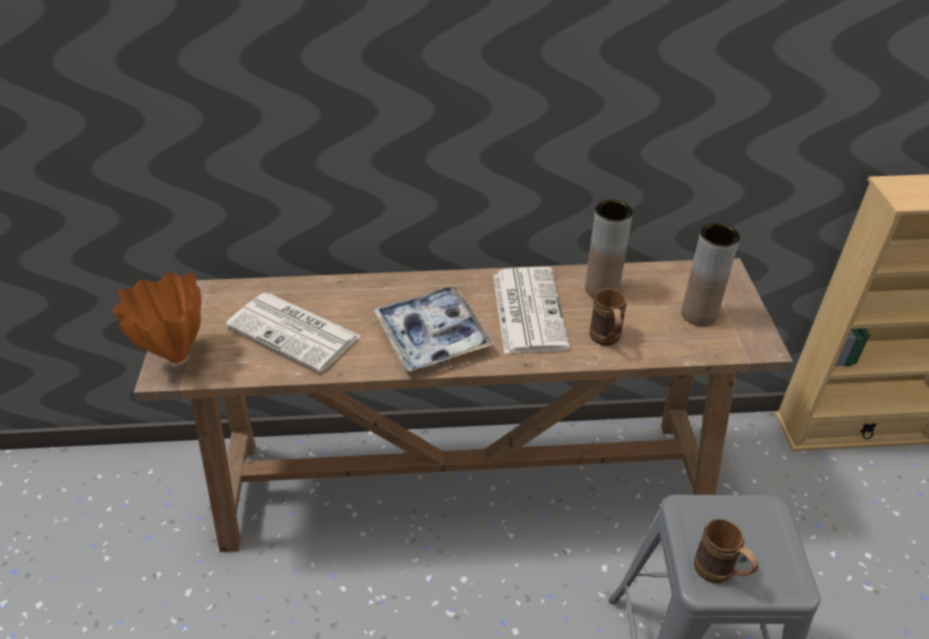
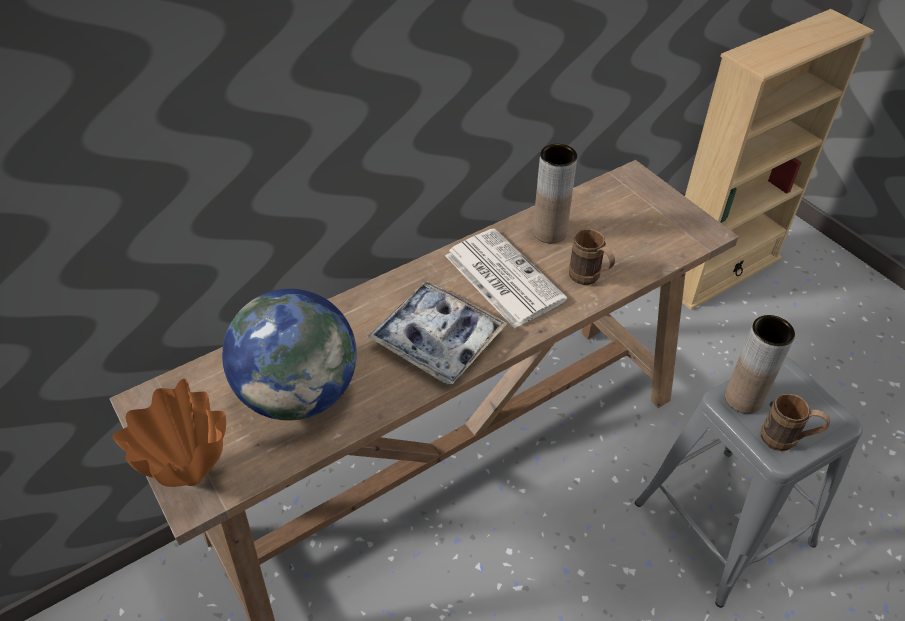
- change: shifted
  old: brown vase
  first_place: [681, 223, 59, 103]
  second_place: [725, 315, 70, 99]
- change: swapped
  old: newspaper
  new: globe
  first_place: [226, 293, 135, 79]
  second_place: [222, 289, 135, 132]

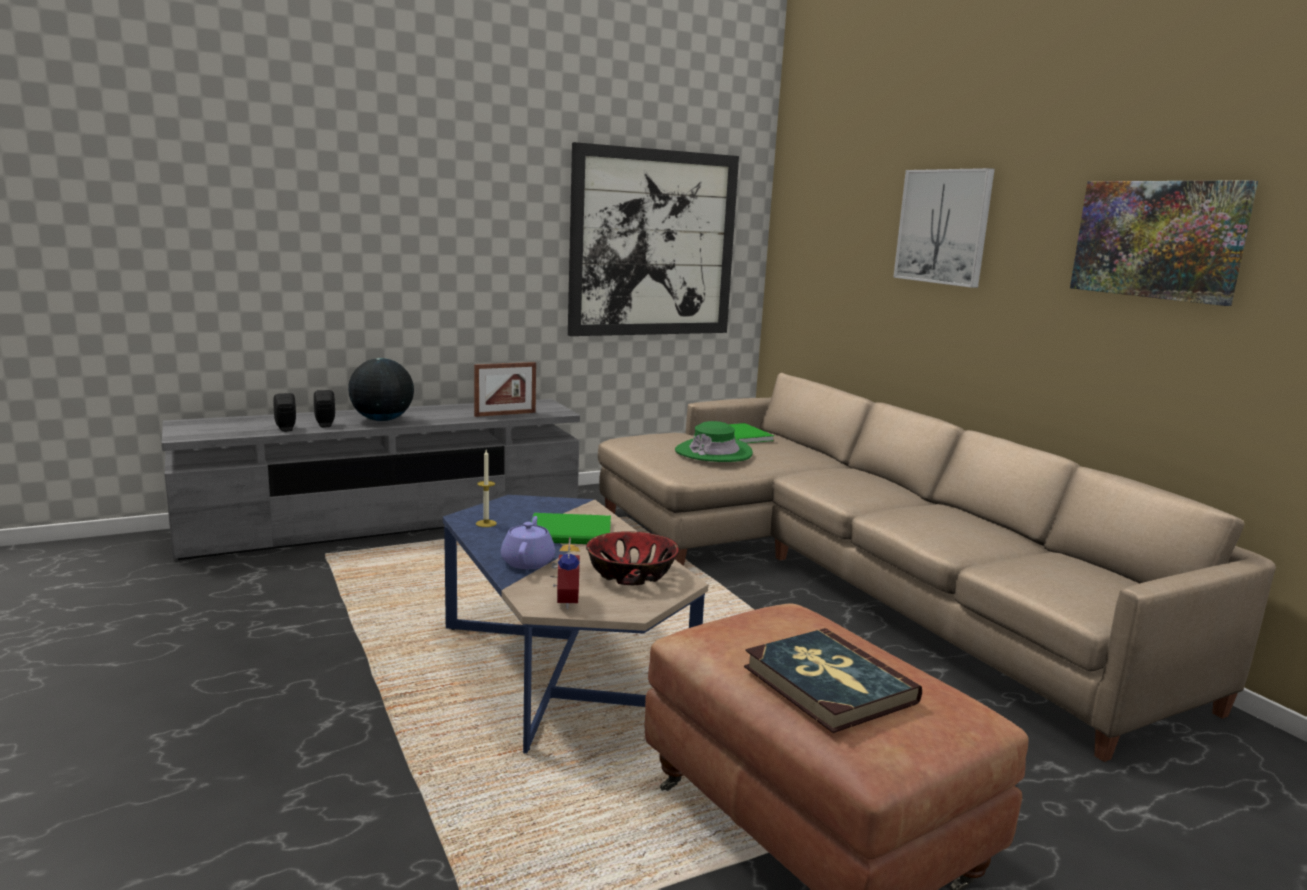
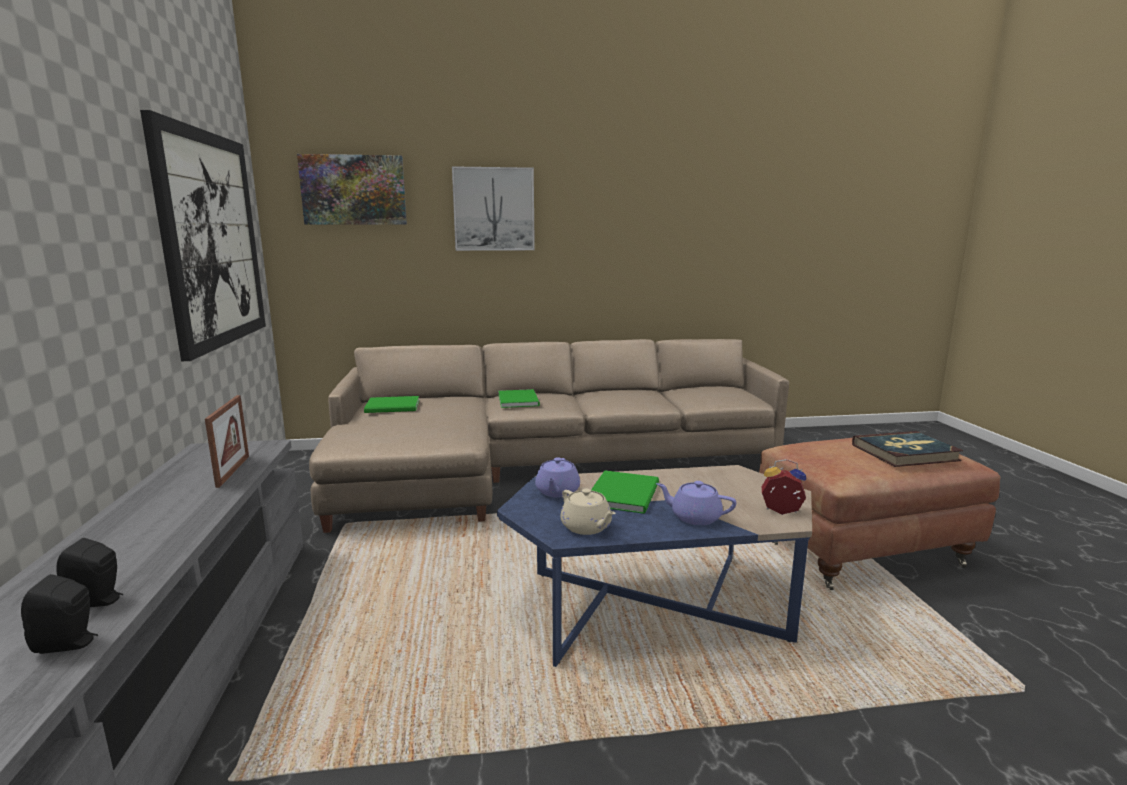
- change: gone
  old: globe
  first_place: [348, 358, 66, 63]
- change: gone
  old: bowl
  first_place: [586, 531, 93, 54]
- change: gone
  old: green hat
  first_place: [675, 421, 78, 41]
- change: new
  new: green book
  second_place: [498, 389, 42, 19]
- change: new
  new: purple teapot
  second_place: [535, 457, 45, 40]
- change: shifted
  old: picture
  first_place: [1070, 180, 188, 126]
  second_place: [297, 154, 110, 71]
- change: swapped
  old: candle
  new: beige teapot
  first_place: [476, 450, 21, 77]
  second_place: [560, 489, 56, 46]

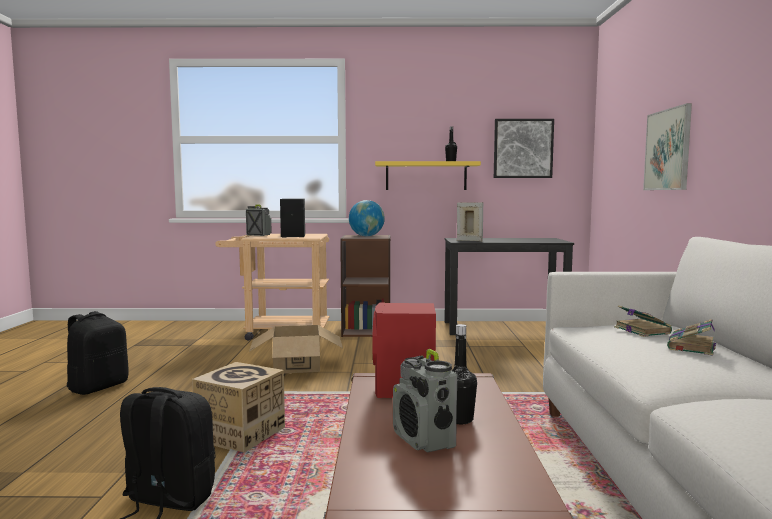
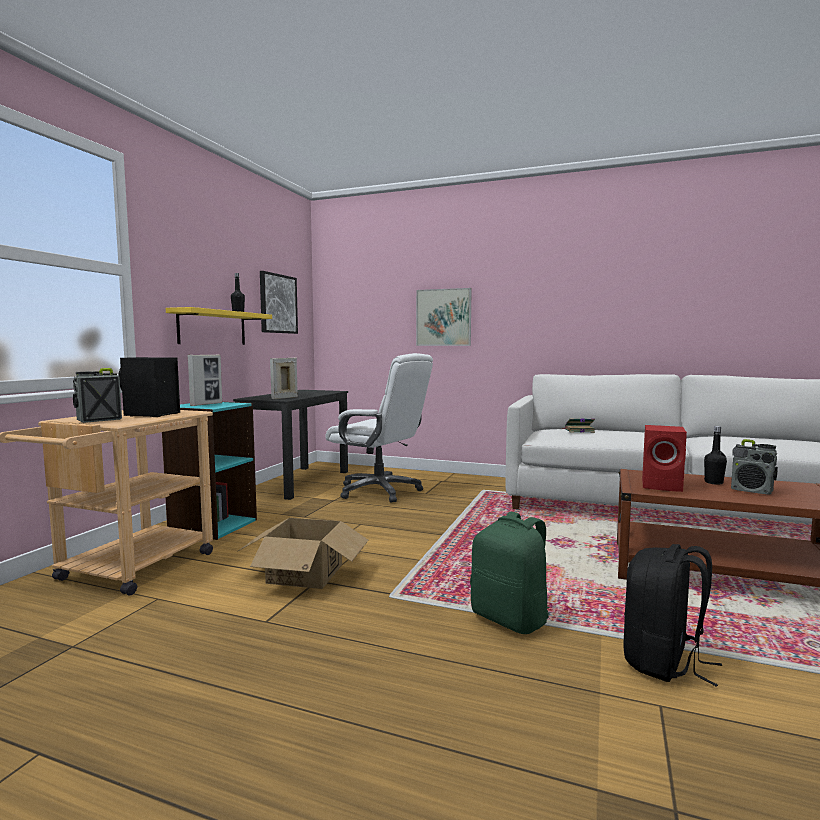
- change: gone
  old: black backpack
  first_place: [67, 311, 62, 84]
- change: gone
  old: book
  first_place: [667, 319, 49, 36]
- change: new
  new: white office chair
  second_place: [326, 353, 107, 149]
- change: swapped
  old: cardboard box
  new: green backpack
  first_place: [192, 362, 93, 90]
  second_place: [470, 512, 79, 122]
- change: swapped
  old: globe
  new: picture frame
  first_place: [349, 200, 36, 36]
  second_place: [188, 355, 34, 51]
- change: repainted
  old: brown bookcase
  new: turquoise bookcase
  first_place: [340, 235, 51, 102]
  second_place: [162, 402, 95, 138]
- change: rotated
  old: radio
  first_place: [393, 349, 64, 104]
  second_place: [731, 439, 47, 56]
  degrees: 45

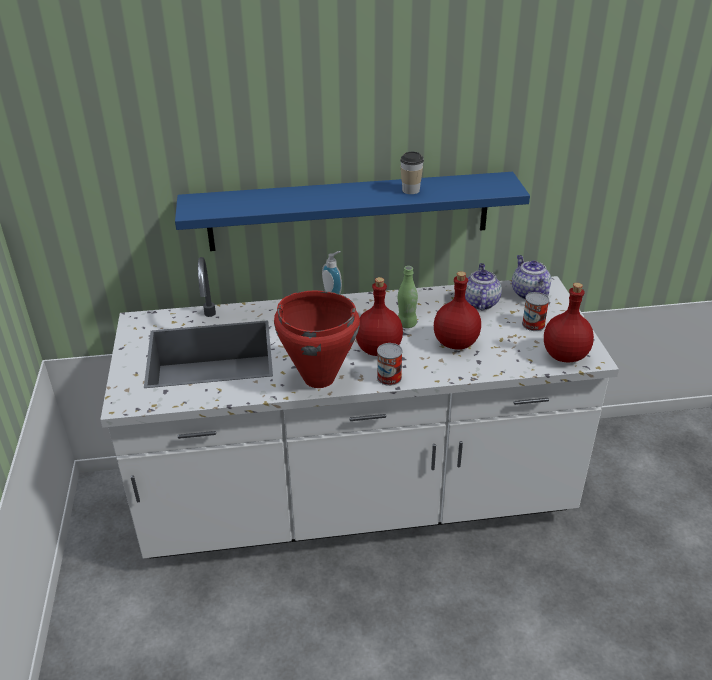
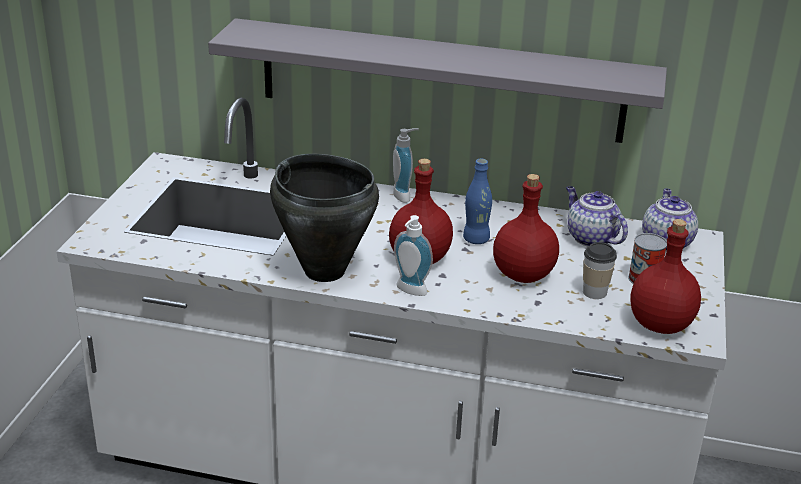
- change: shifted
  old: cup
  first_place: [400, 152, 24, 42]
  second_place: [583, 242, 34, 57]
- change: swapped
  old: can
  new: soap dispenser
  first_place: [377, 343, 26, 43]
  second_place: [394, 215, 39, 81]
- change: repainted
  old: blue shelf
  new: grey shelf
  first_place: [175, 172, 355, 79]
  second_place: [208, 18, 459, 125]
- change: repainted
  old: red cooking pot
  new: black cooking pot
  first_place: [274, 291, 86, 97]
  second_place: [270, 154, 109, 128]
- change: repainted
  old: green bottle
  new: blue bottle
  first_place: [398, 266, 20, 62]
  second_place: [463, 159, 29, 85]
- change: rotated
  old: teapot
  first_place: [465, 263, 37, 47]
  second_place: [566, 186, 62, 61]
  degrees: -60

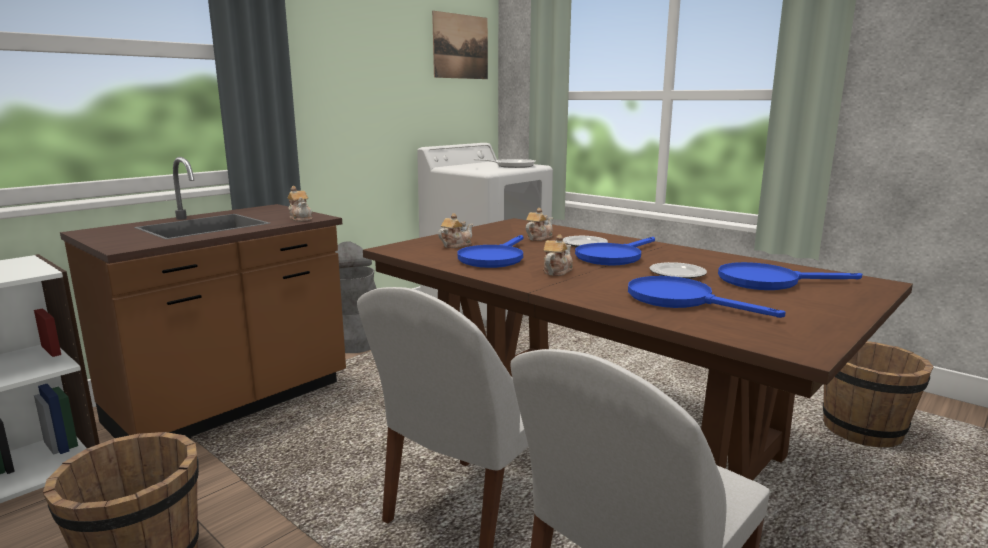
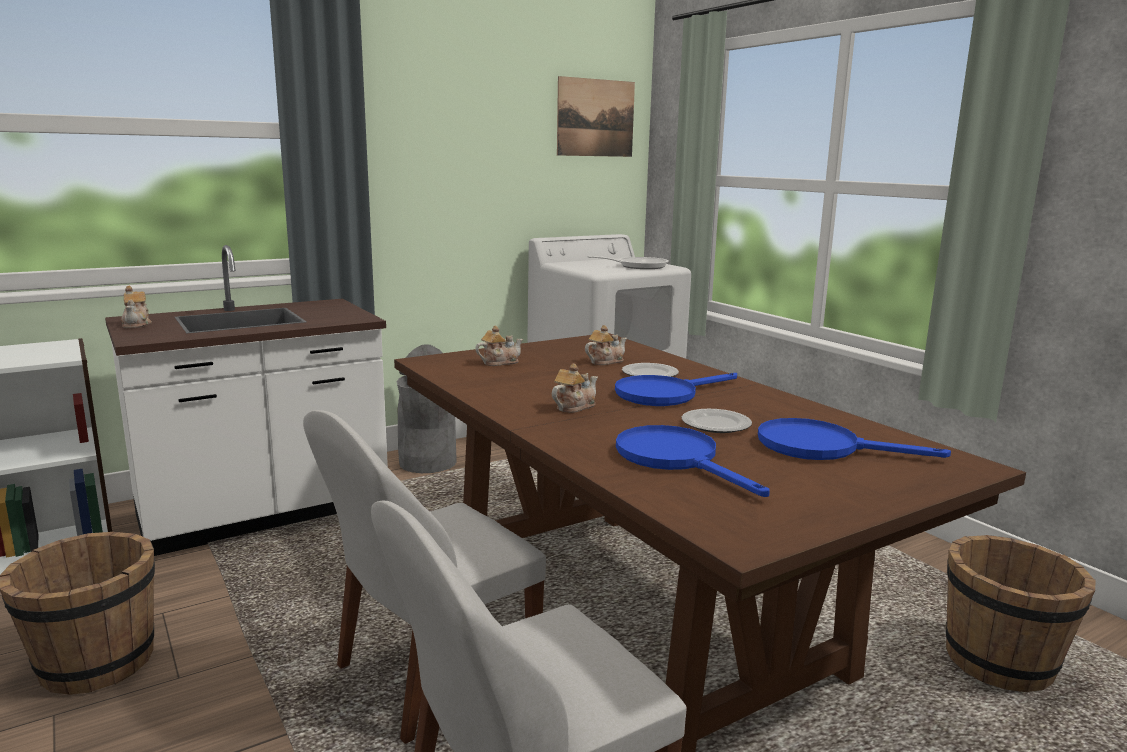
- change: gone
  old: blue frying pan
  first_place: [458, 235, 65, 33]
- change: shifted
  old: teapot
  first_place: [287, 186, 25, 36]
  second_place: [121, 286, 31, 42]
- change: repainted
  old: brown counter
  new: white counter
  first_place: [60, 157, 286, 282]
  second_place: [105, 245, 283, 311]

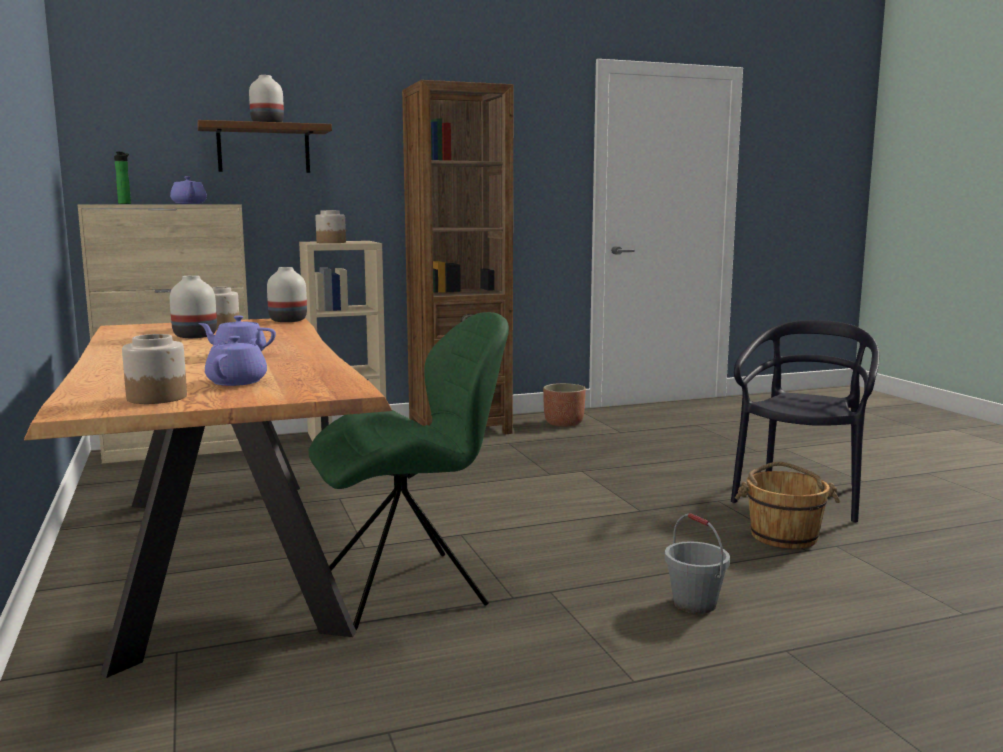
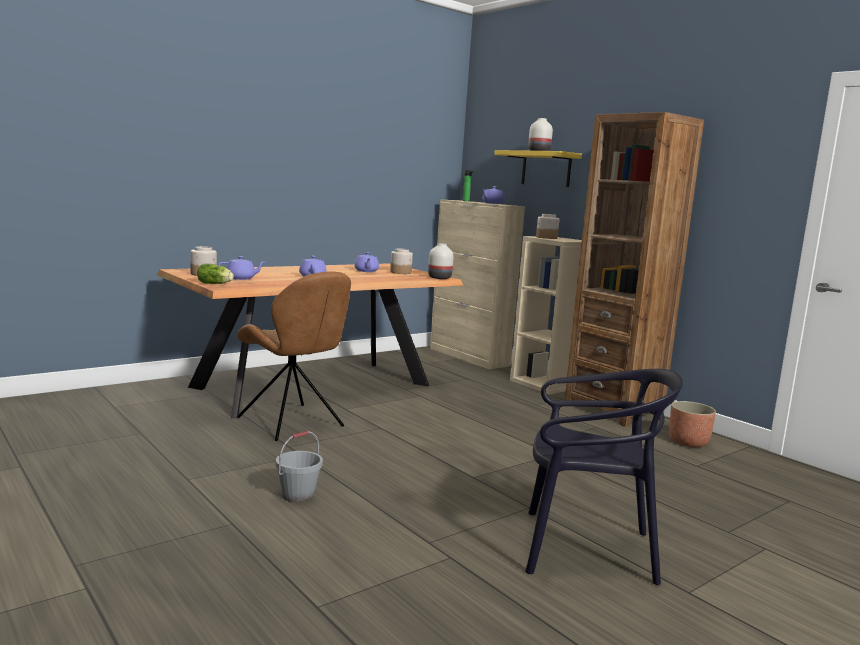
- change: gone
  old: brown bucket
  first_place: [735, 462, 105, 87]
- change: new
  new: lettuce
  second_place: [197, 263, 37, 21]
- change: swapped
  old: white vase
  new: purple teapot
  first_place: [170, 275, 47, 63]
  second_place: [354, 252, 25, 20]
- change: repainted
  old: brown shelf
  new: yellow shelf
  first_place: [197, 120, 135, 53]
  second_place: [494, 150, 88, 37]
- change: repainted
  old: green chair
  new: brown chair
  first_place: [308, 312, 201, 318]
  second_place: [237, 271, 114, 170]

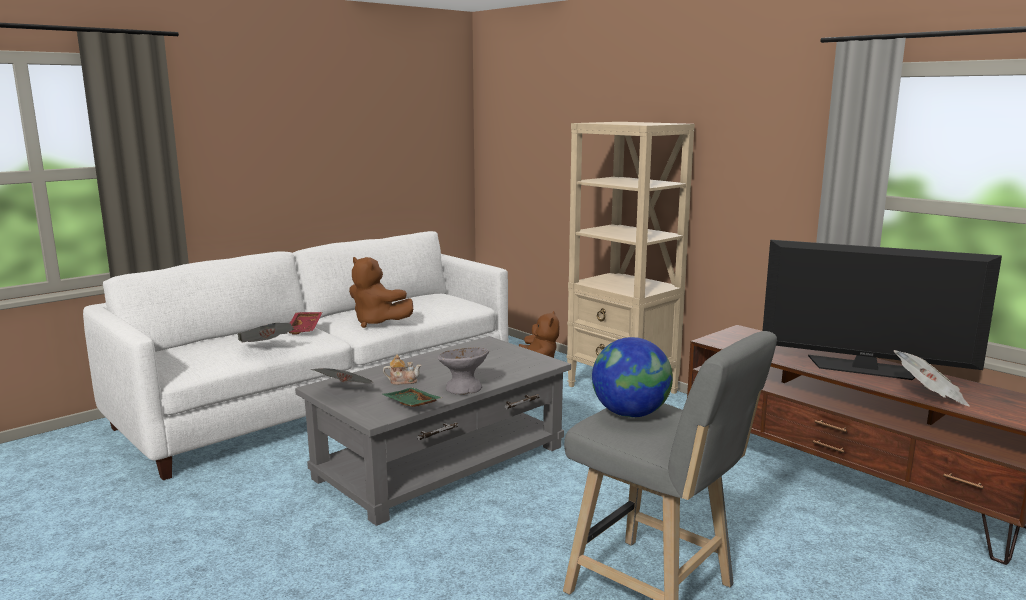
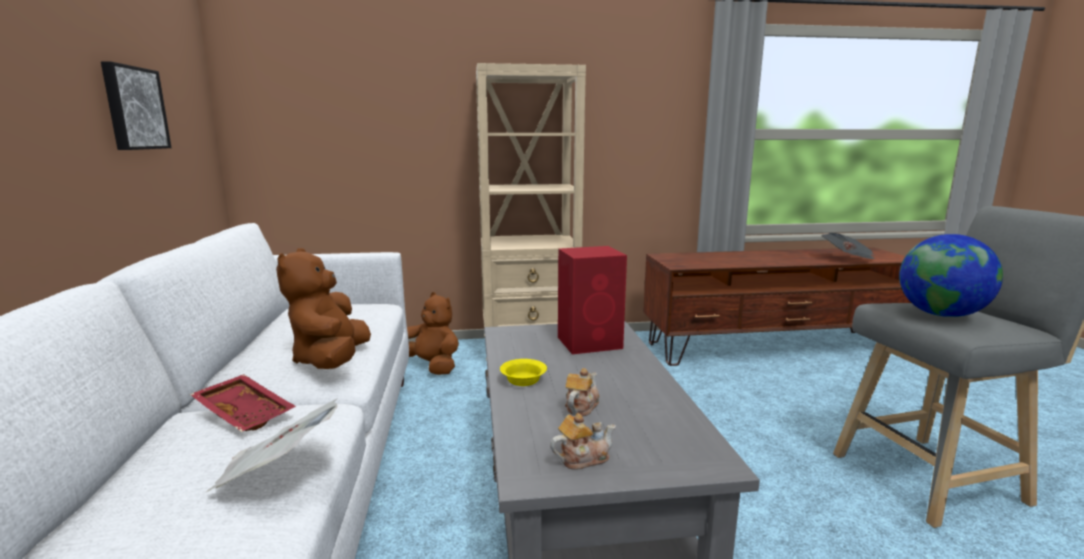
- change: gone
  old: green tray
  first_place: [383, 387, 59, 20]
- change: gone
  old: grey bowl
  first_place: [437, 348, 53, 47]
- change: gone
  old: television
  first_place: [763, 240, 239, 140]
- change: new
  new: picture
  second_place: [101, 61, 70, 89]
- change: new
  new: yellow bowl
  second_place: [500, 359, 47, 27]
- change: new
  new: red speaker
  second_place: [558, 246, 69, 108]
- change: swapped
  old: newspaper
  new: teapot
  first_place: [311, 368, 61, 15]
  second_place: [550, 413, 66, 57]
- change: rotated
  old: brown plush toy
  first_place: [349, 257, 64, 71]
  second_place: [276, 248, 95, 121]
  degrees: 105

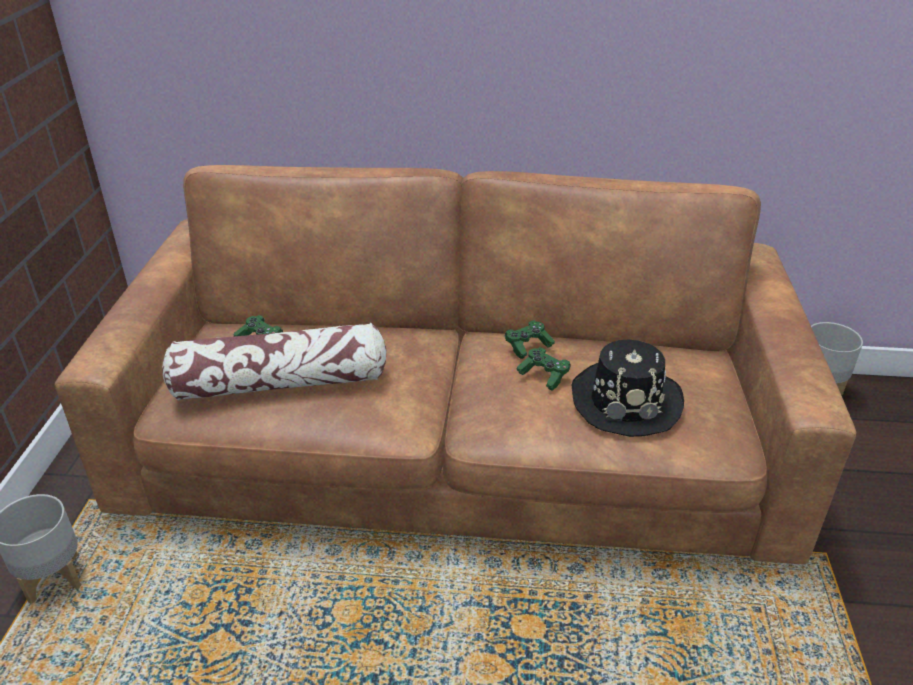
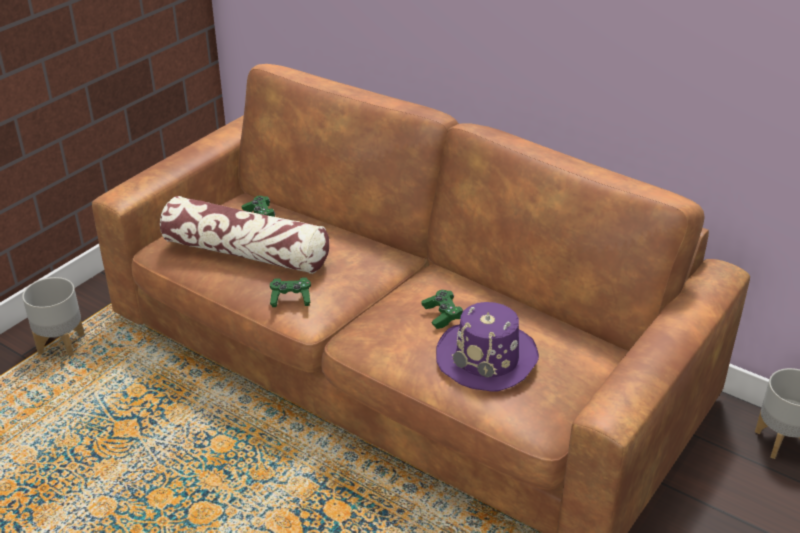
- change: shifted
  old: green game controller
  first_place: [505, 320, 50, 39]
  second_place: [270, 277, 41, 30]
- change: repainted
  old: black hat
  new: purple hat
  first_place: [572, 339, 112, 98]
  second_place: [436, 302, 103, 90]

